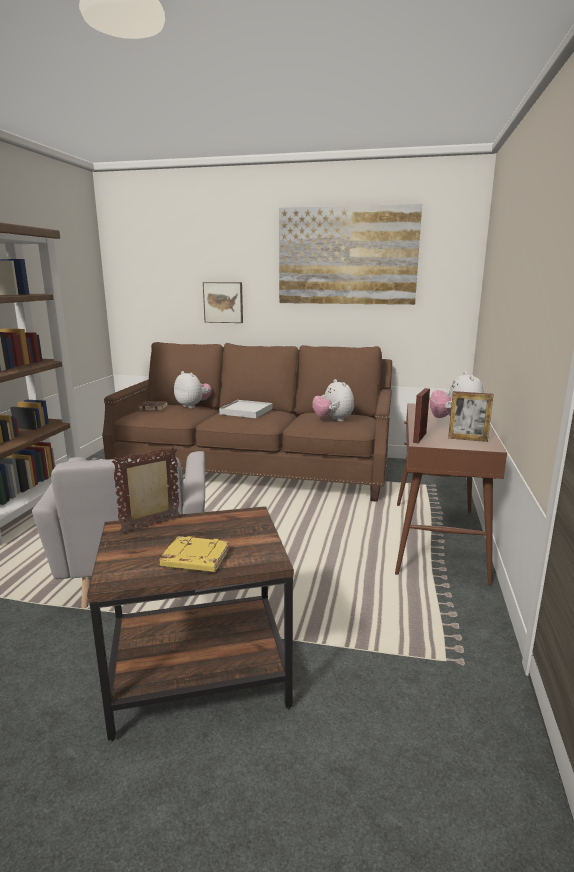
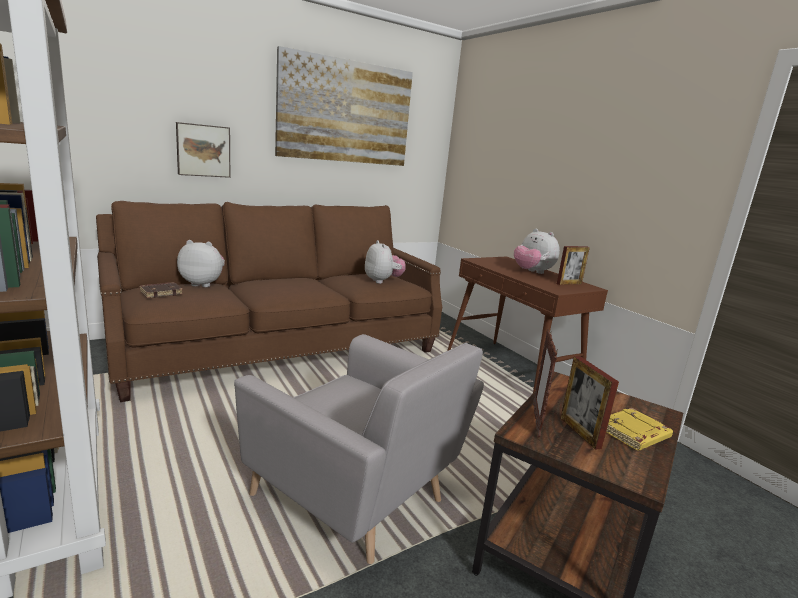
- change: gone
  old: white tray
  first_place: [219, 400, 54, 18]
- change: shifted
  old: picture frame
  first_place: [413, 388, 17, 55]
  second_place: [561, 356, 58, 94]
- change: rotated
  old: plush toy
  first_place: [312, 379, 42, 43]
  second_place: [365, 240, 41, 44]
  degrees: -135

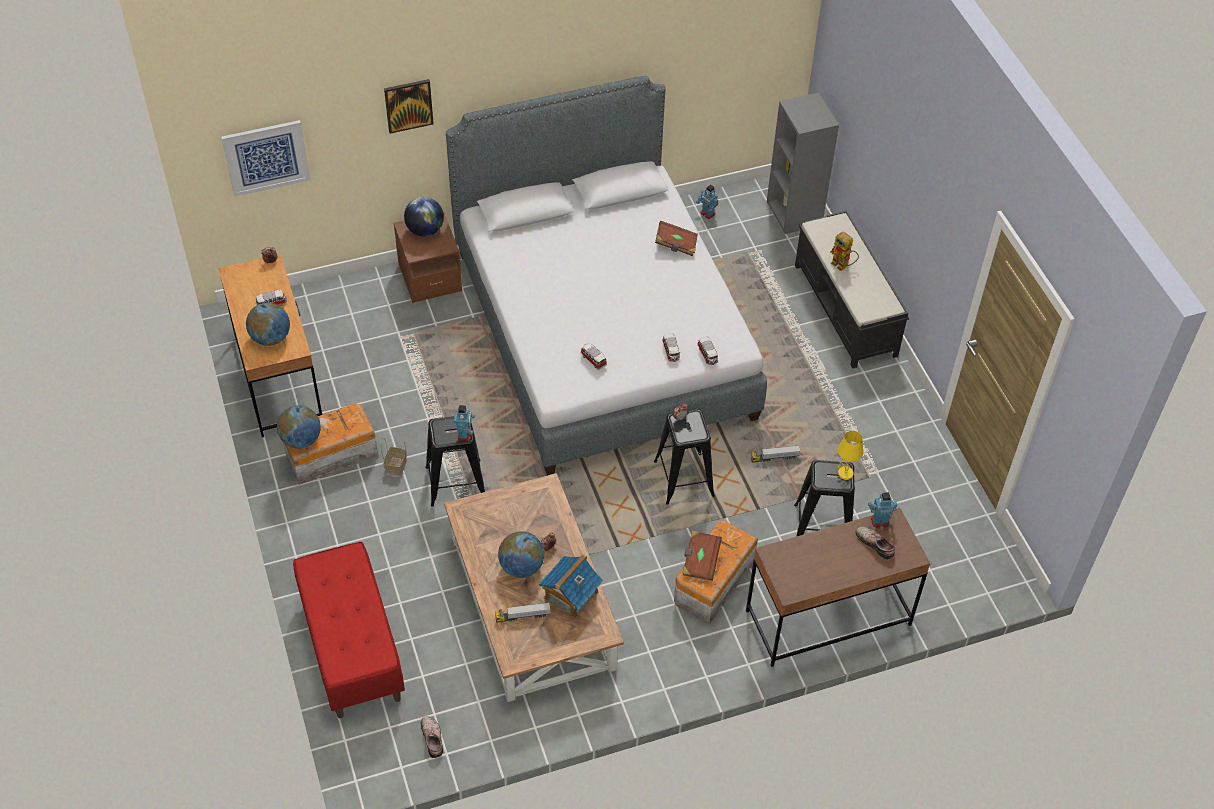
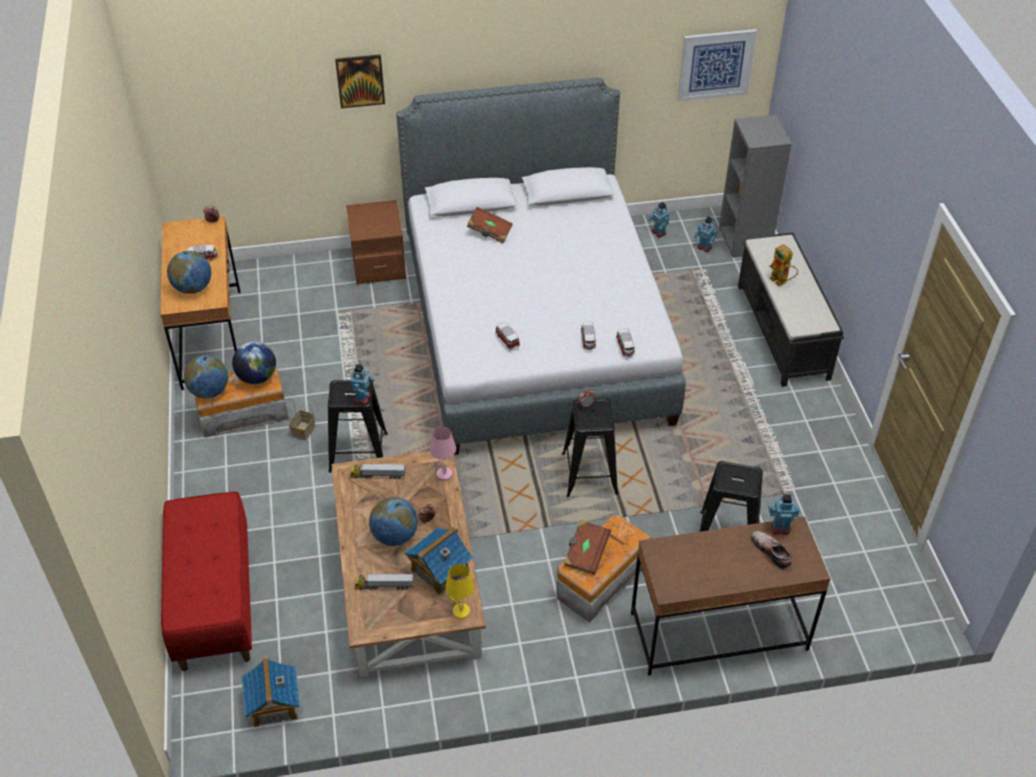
- change: new
  new: pink table lamp
  second_place: [430, 427, 26, 54]
- change: new
  new: toy robot
  second_place: [694, 217, 23, 35]
- change: shifted
  old: picture
  first_place: [221, 120, 89, 77]
  second_place: [678, 29, 79, 73]
- change: shifted
  old: globe
  first_place: [404, 197, 40, 40]
  second_place: [232, 341, 44, 43]
- change: shifted
  old: brown book
  first_place: [655, 221, 43, 35]
  second_place: [467, 207, 46, 36]
- change: shifted
  old: toy truck
  first_place: [751, 445, 50, 18]
  second_place: [351, 463, 54, 16]
- change: shifted
  old: yellow table lamp
  first_place: [838, 431, 25, 49]
  second_place: [445, 564, 30, 55]
- change: swapped
  old: shoe
  new: toy house
  first_place: [421, 717, 22, 41]
  second_place: [242, 656, 58, 71]

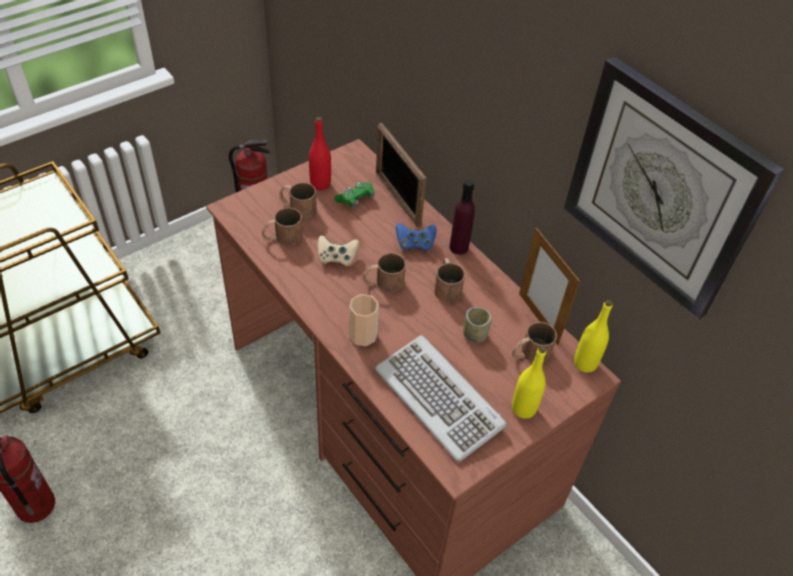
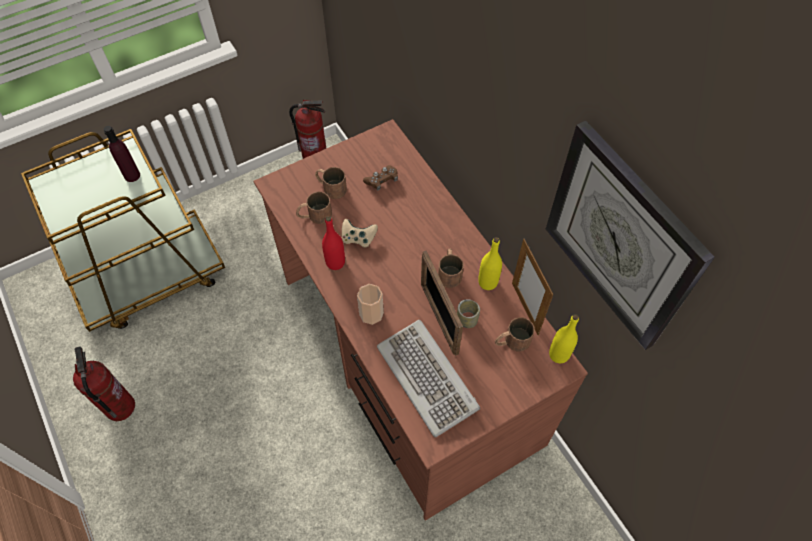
- change: gone
  old: brown mug
  first_place: [363, 253, 43, 40]
- change: gone
  old: blue game controller
  first_place: [396, 223, 40, 29]
- change: shifted
  old: red bottle
  first_place: [309, 117, 22, 73]
  second_place: [322, 216, 23, 54]
- change: shifted
  old: picture frame
  first_place: [376, 123, 50, 104]
  second_place: [421, 250, 42, 106]
- change: shifted
  old: purple bottle
  first_place: [449, 180, 26, 75]
  second_place: [104, 126, 36, 56]
- change: shifted
  old: yellow bottle
  first_place: [512, 346, 34, 73]
  second_place: [478, 237, 24, 53]
- change: repainted
  old: green game controller
  new: brown game controller
  first_place: [334, 182, 41, 26]
  second_place: [363, 165, 35, 26]

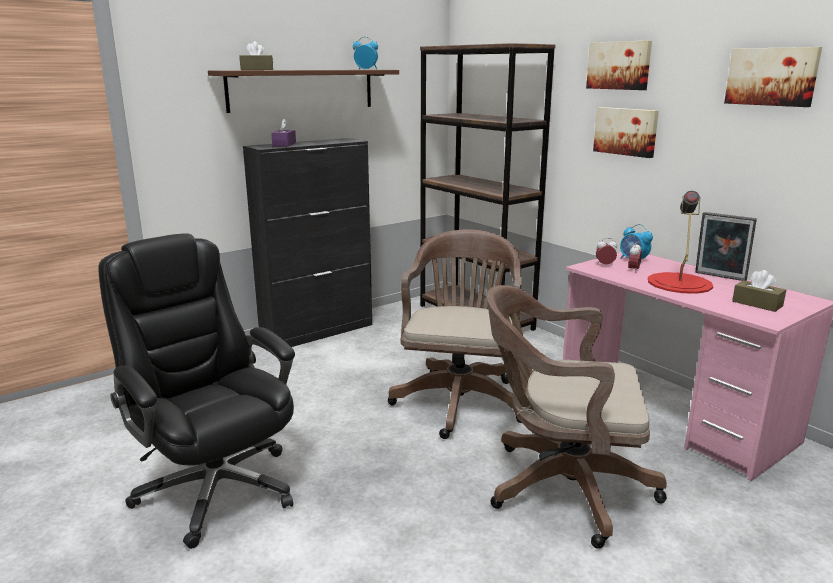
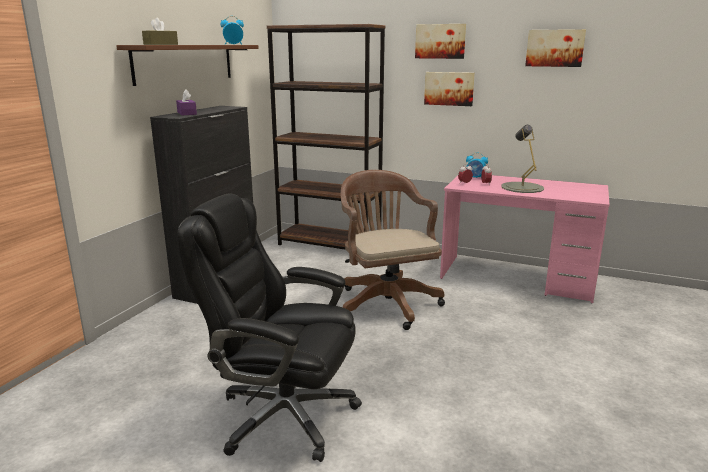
- change: gone
  old: brown office chair
  first_place: [487, 285, 180, 264]
- change: gone
  old: picture frame
  first_place: [695, 212, 62, 69]
- change: gone
  old: brown tissue box
  first_place: [732, 270, 54, 42]
- change: repainted
  old: red table lamp
  new: grey table lamp
  first_place: [648, 191, 65, 103]
  second_place: [501, 125, 43, 68]

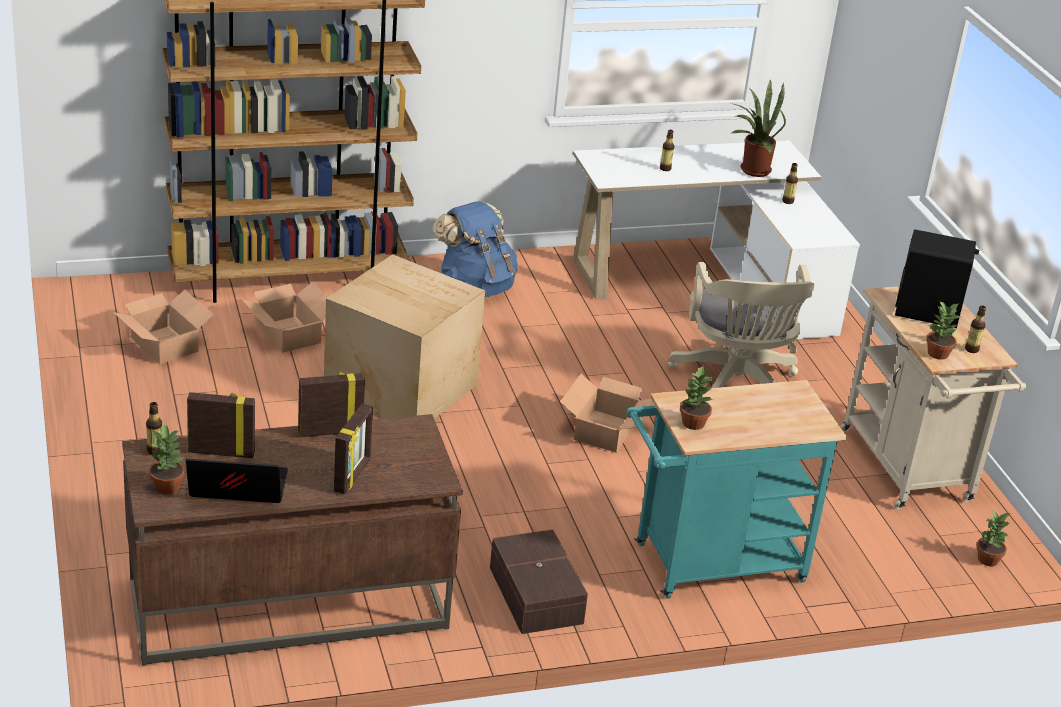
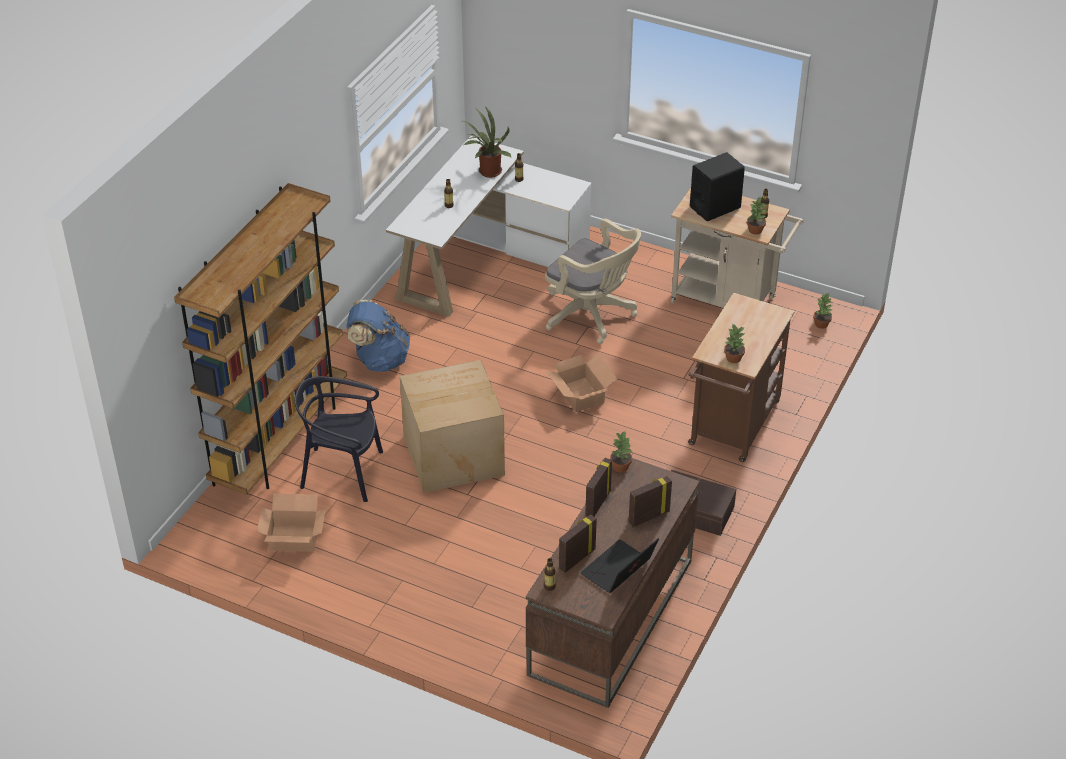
- change: shifted
  old: potted plant
  first_place: [149, 424, 35, 70]
  second_place: [610, 431, 23, 42]
- change: swapped
  old: cardboard box
  new: black chair
  first_place: [241, 282, 86, 71]
  second_place: [294, 376, 89, 126]
- change: repainted
  old: turquoise cart
  new: brown cart
  first_place: [626, 380, 221, 219]
  second_place: [688, 293, 107, 169]
- change: rotated
  old: picture frame
  first_place: [334, 403, 39, 91]
  second_place: [629, 476, 43, 51]
  degrees: -90

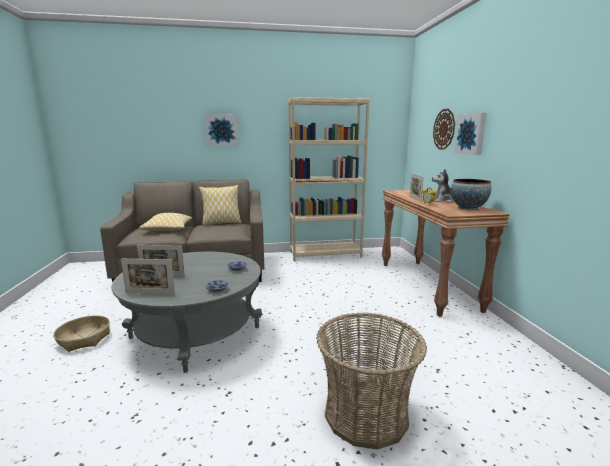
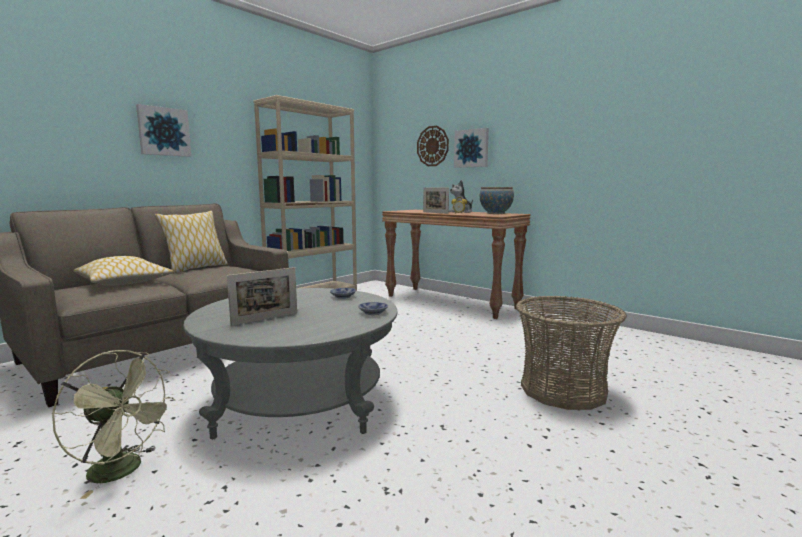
- change: gone
  old: picture frame
  first_place: [121, 259, 54, 35]
- change: swapped
  old: basket
  new: green fan
  first_place: [53, 315, 57, 37]
  second_place: [52, 350, 123, 149]

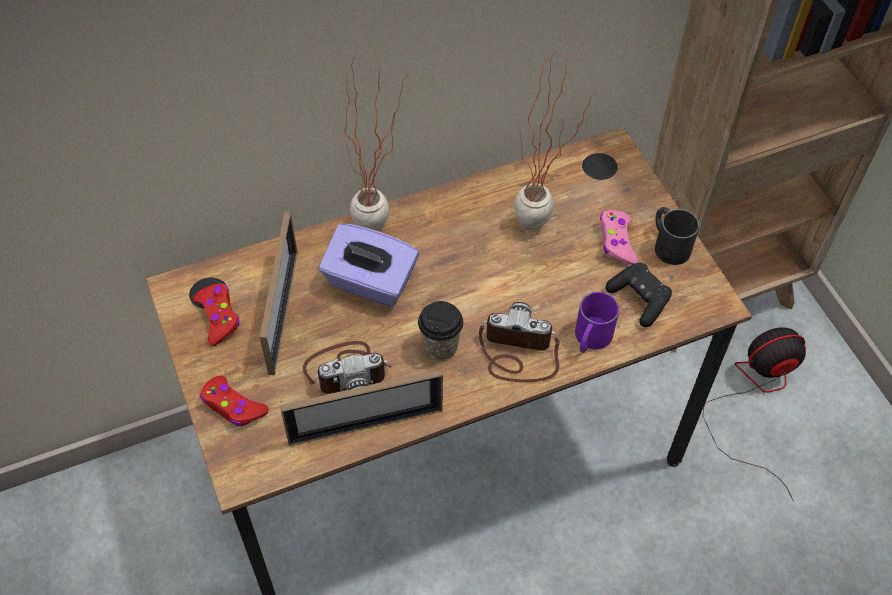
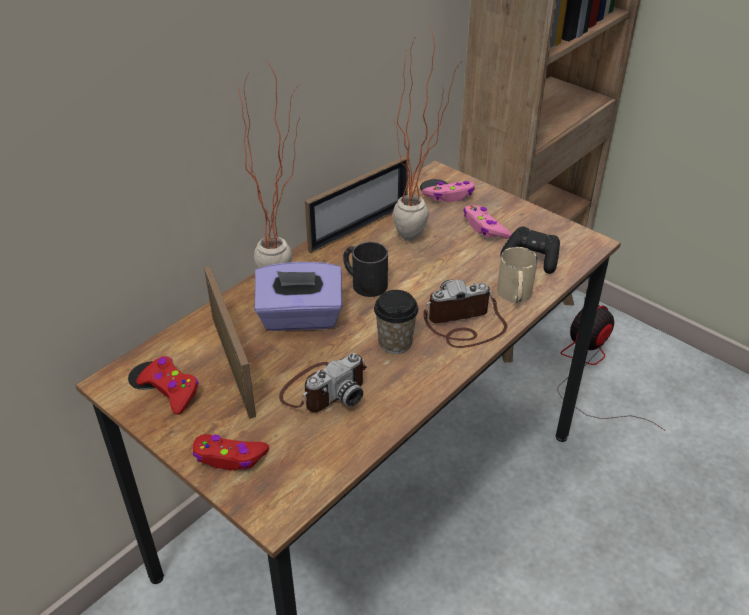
- change: new
  new: pink game controller
  second_place: [422, 181, 53, 21]
- change: shifted
  old: picture frame
  first_place: [280, 370, 163, 76]
  second_place: [305, 156, 104, 97]
- change: shifted
  old: black mug
  first_place: [655, 207, 44, 58]
  second_place: [343, 242, 45, 55]
- change: repainted
  old: purple mug
  new: beige mug
  first_place: [575, 292, 44, 61]
  second_place: [497, 247, 40, 57]

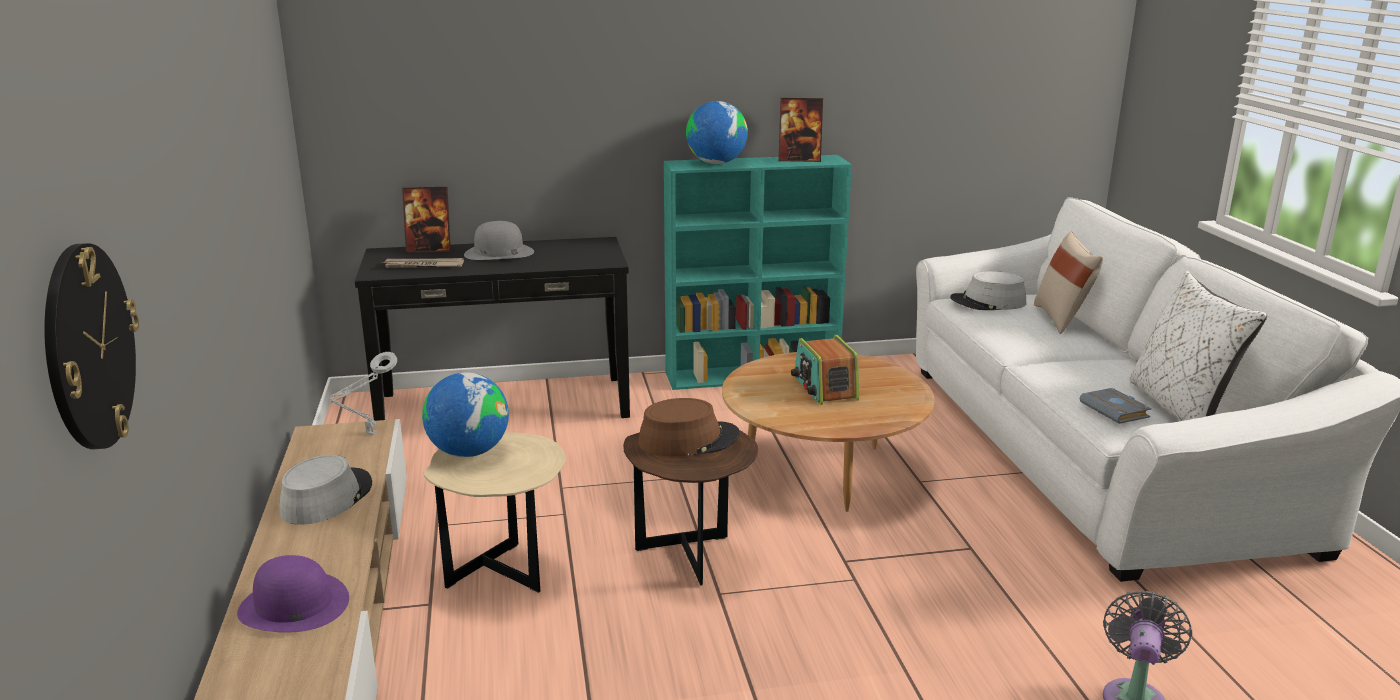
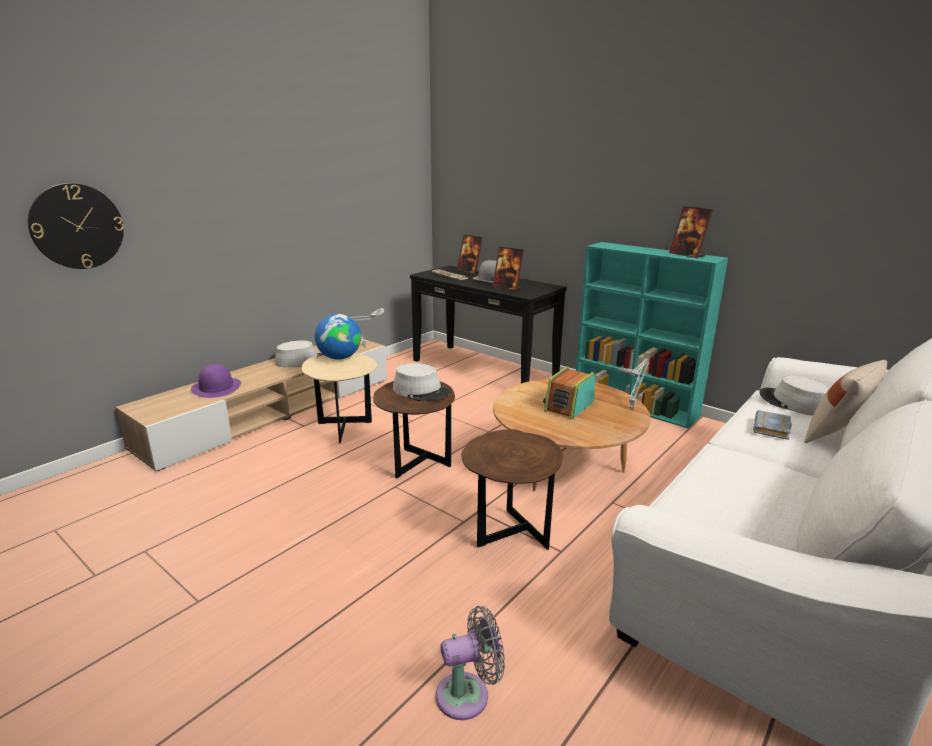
- change: gone
  old: globe
  first_place: [686, 101, 62, 63]
- change: gone
  old: white pillow
  first_place: [1129, 271, 138, 150]
- change: new
  new: brown side table
  second_place: [461, 429, 102, 121]
- change: new
  new: picture frame
  second_place: [492, 247, 32, 44]
- change: new
  new: grey table lamp
  second_place: [620, 358, 29, 51]
- change: shifted
  old: grey book
  first_place: [1079, 388, 73, 36]
  second_place: [753, 410, 39, 30]
- change: repainted
  old: brown hat
  new: grey hat
  first_place: [638, 398, 102, 58]
  second_place: [393, 363, 58, 38]

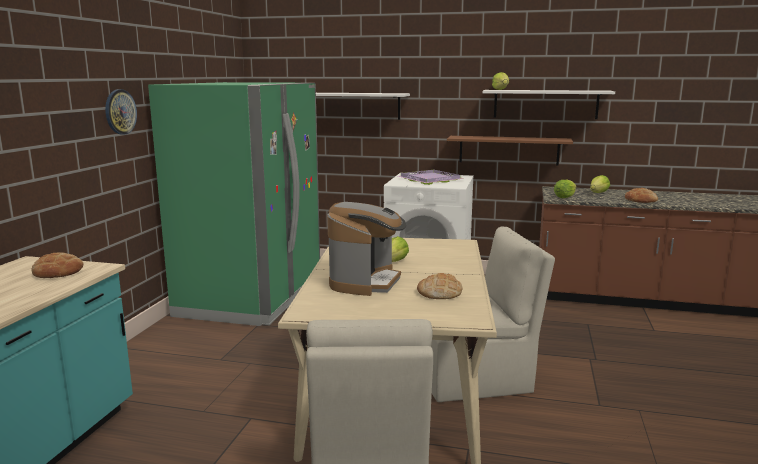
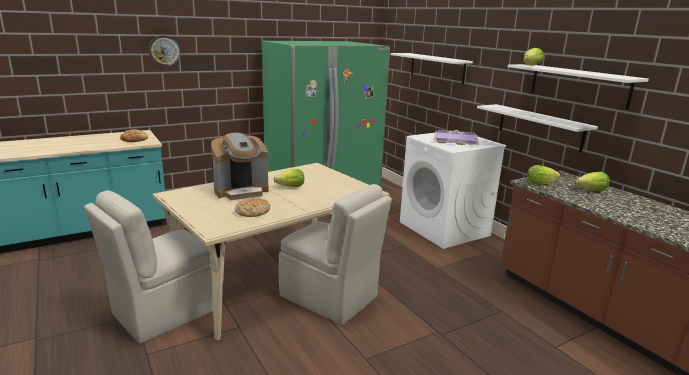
- change: gone
  old: bread
  first_place: [625, 188, 33, 15]
- change: shifted
  old: wall clock
  first_place: [105, 89, 32, 46]
  second_place: [149, 36, 31, 30]
- change: repainted
  old: brown shelf
  new: white shelf
  first_place: [447, 136, 126, 29]
  second_place: [477, 104, 121, 49]

